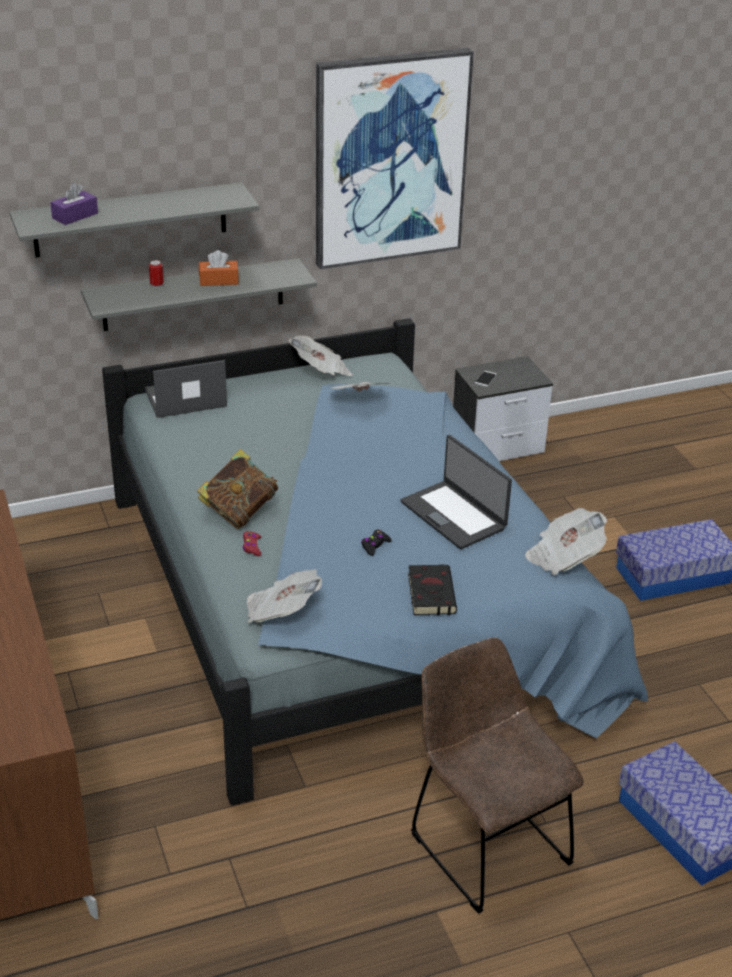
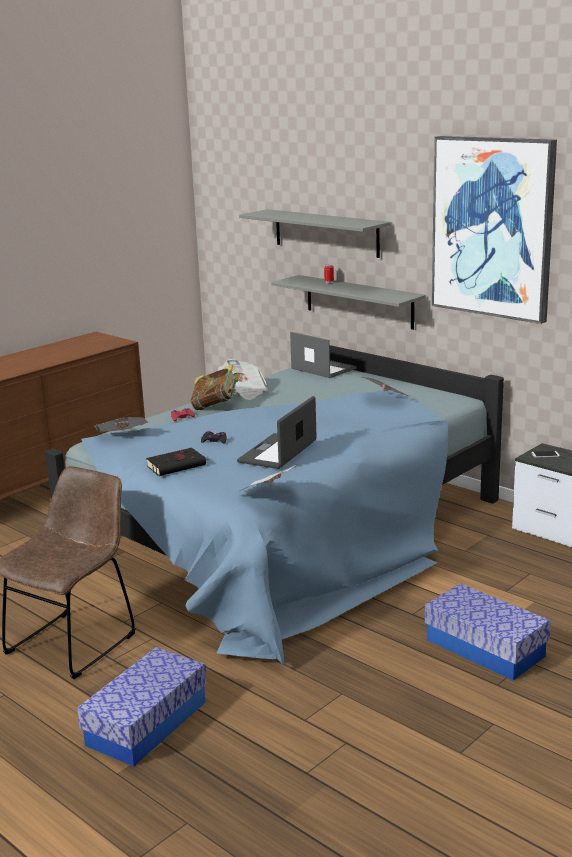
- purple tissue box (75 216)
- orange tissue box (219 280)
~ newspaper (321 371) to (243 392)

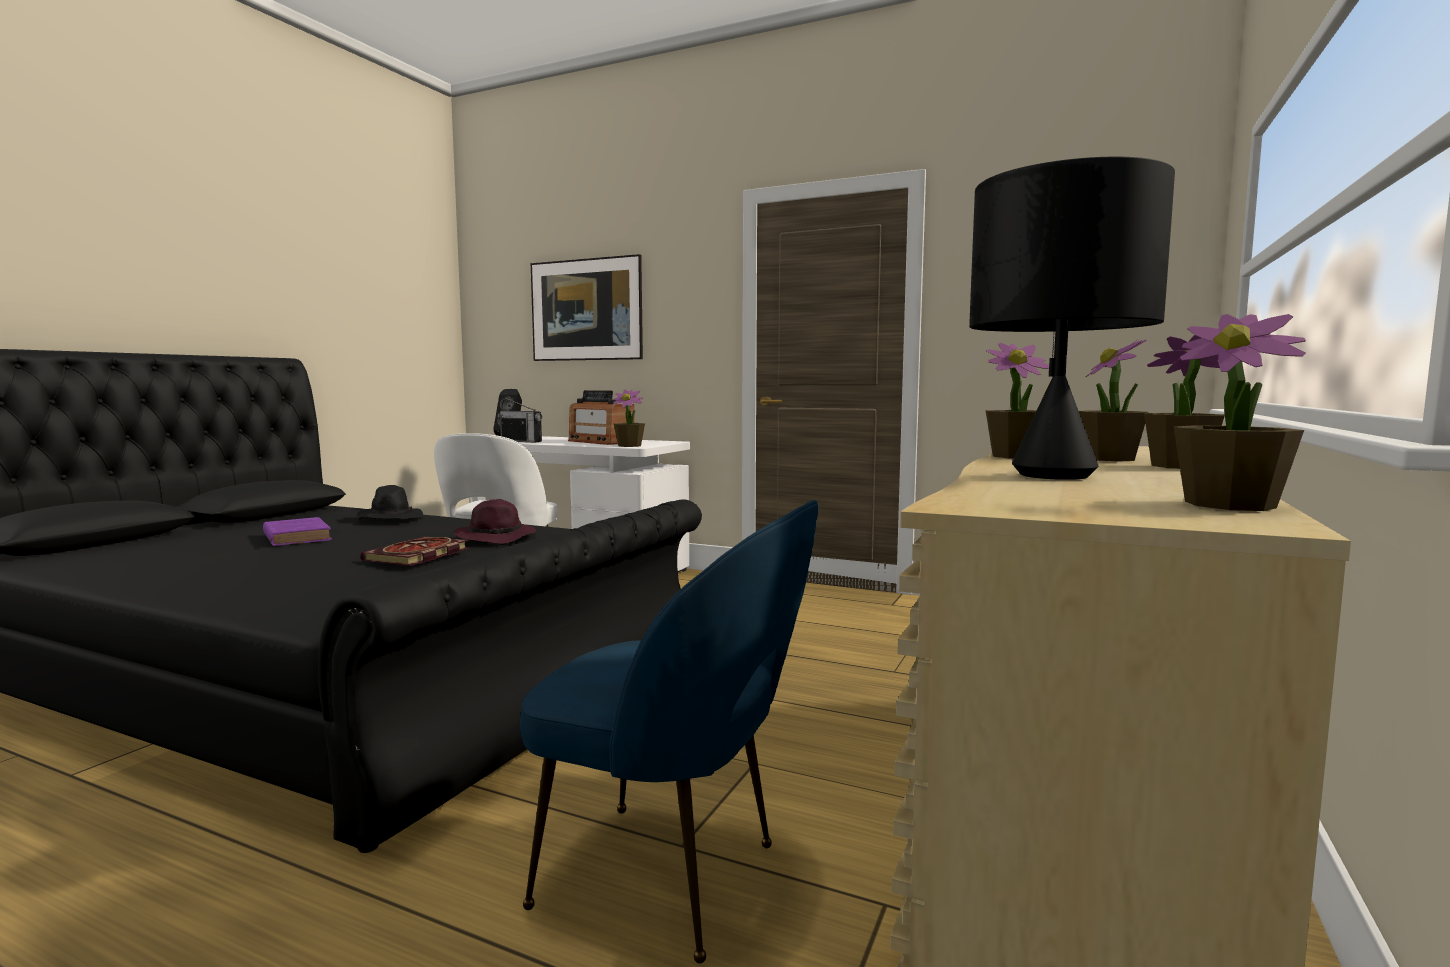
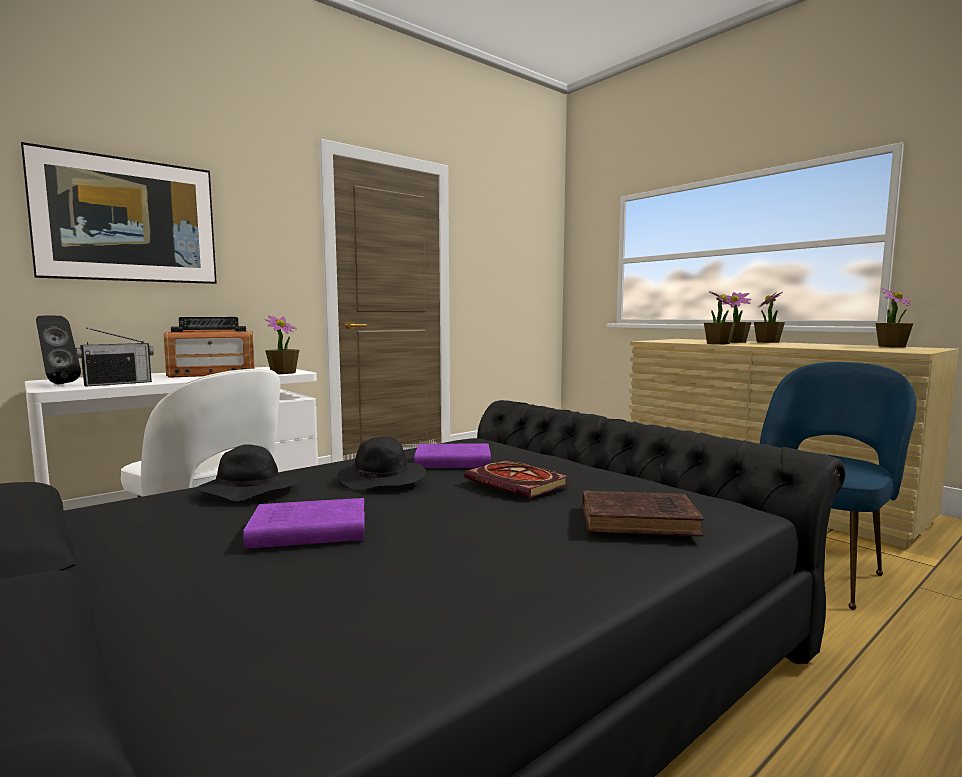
- black table lamp (1053 475)
+ black hat (382 480)
+ brown book (641 520)
~ purple hat (497 537) to purple book (450 461)

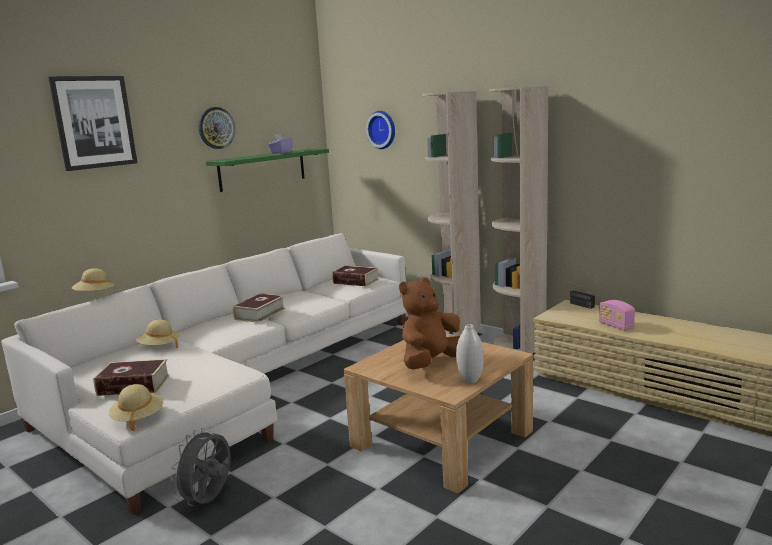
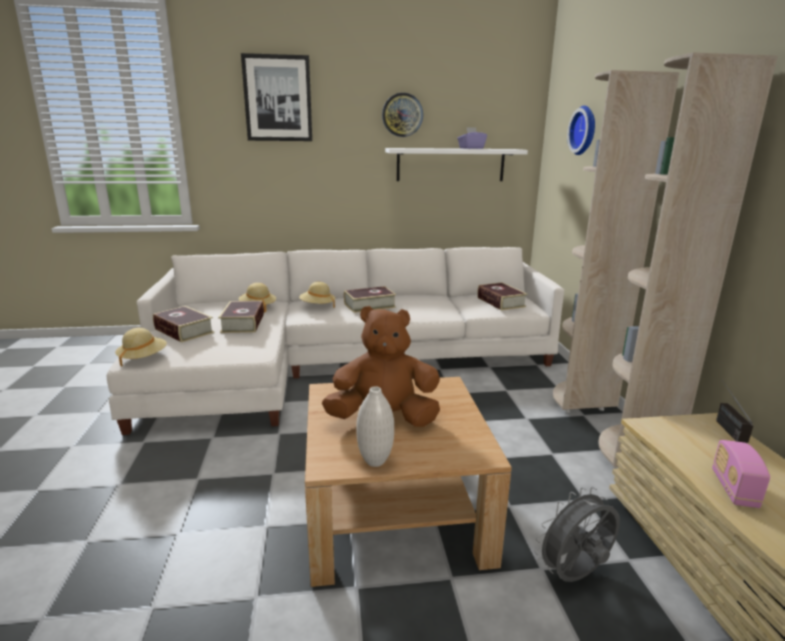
+ book (243 323)
~ beige hat (95 295) to (317 306)
~ grey fan (209 500) to (574 576)
~ green shelf (262 169) to white shelf (450 164)

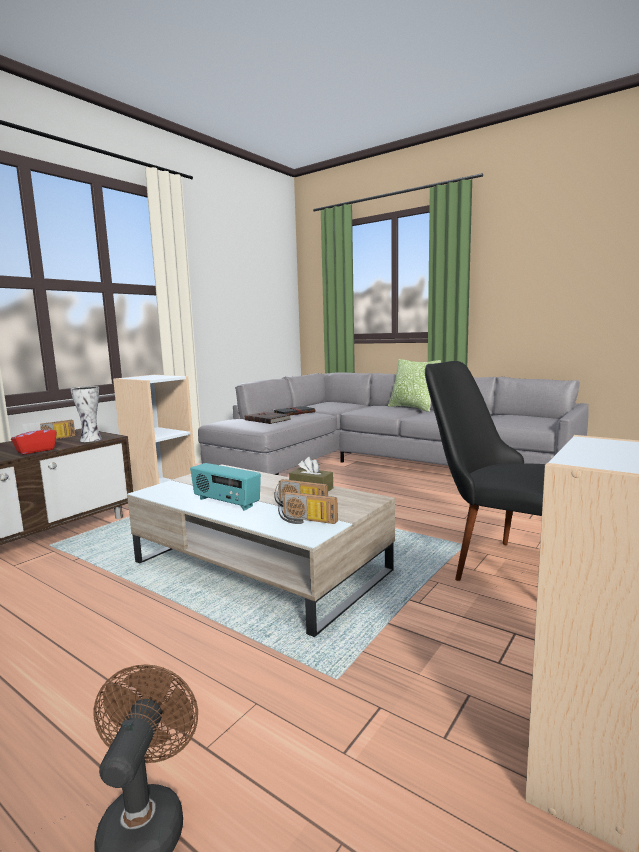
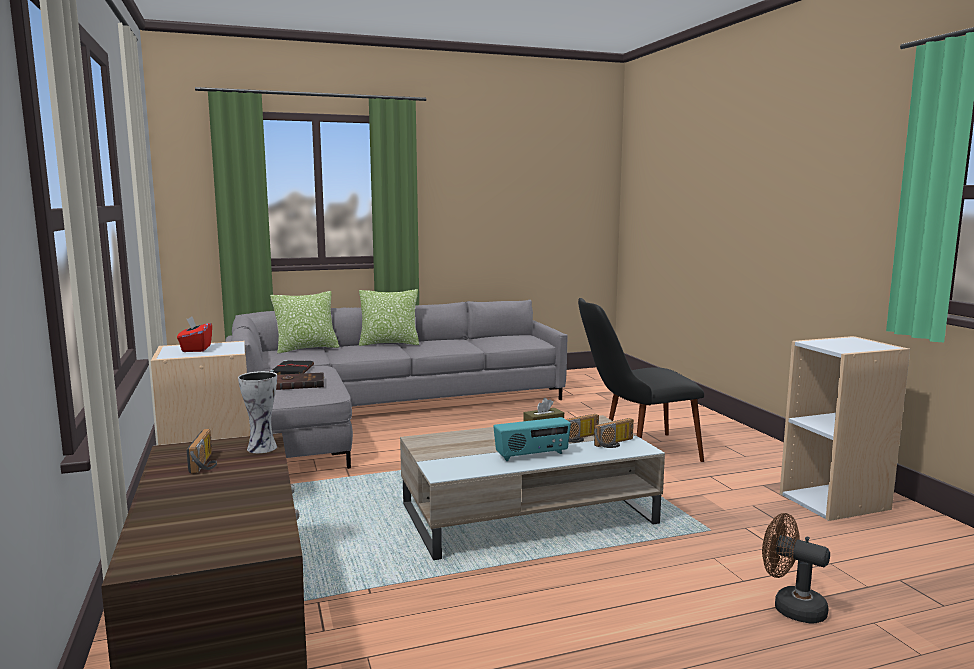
+ pillow (306 349)
~ red tissue box (35 450) to (196 349)

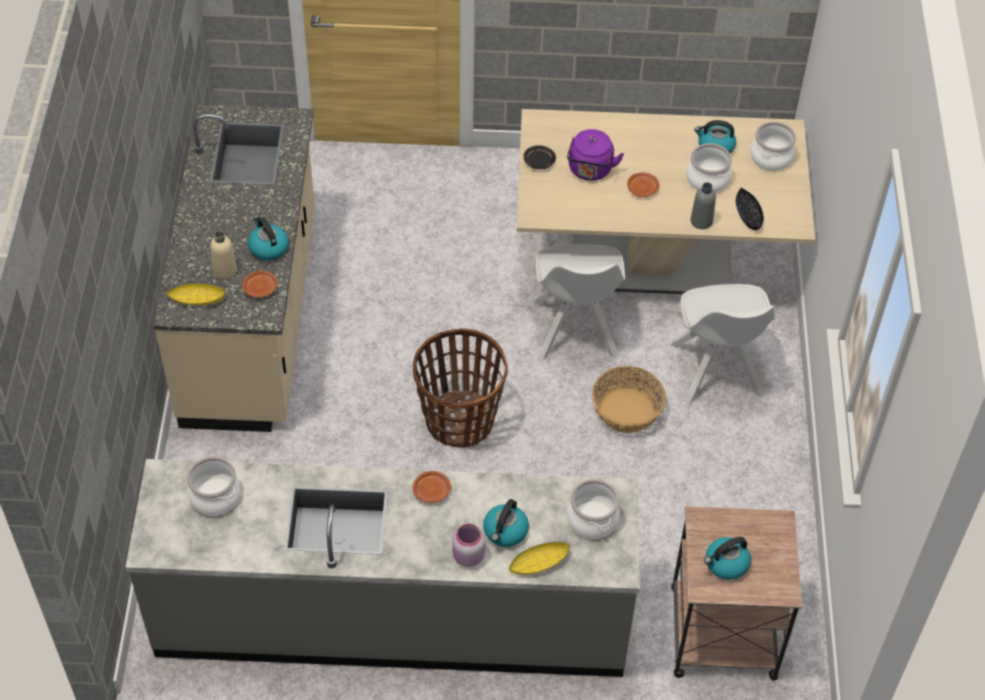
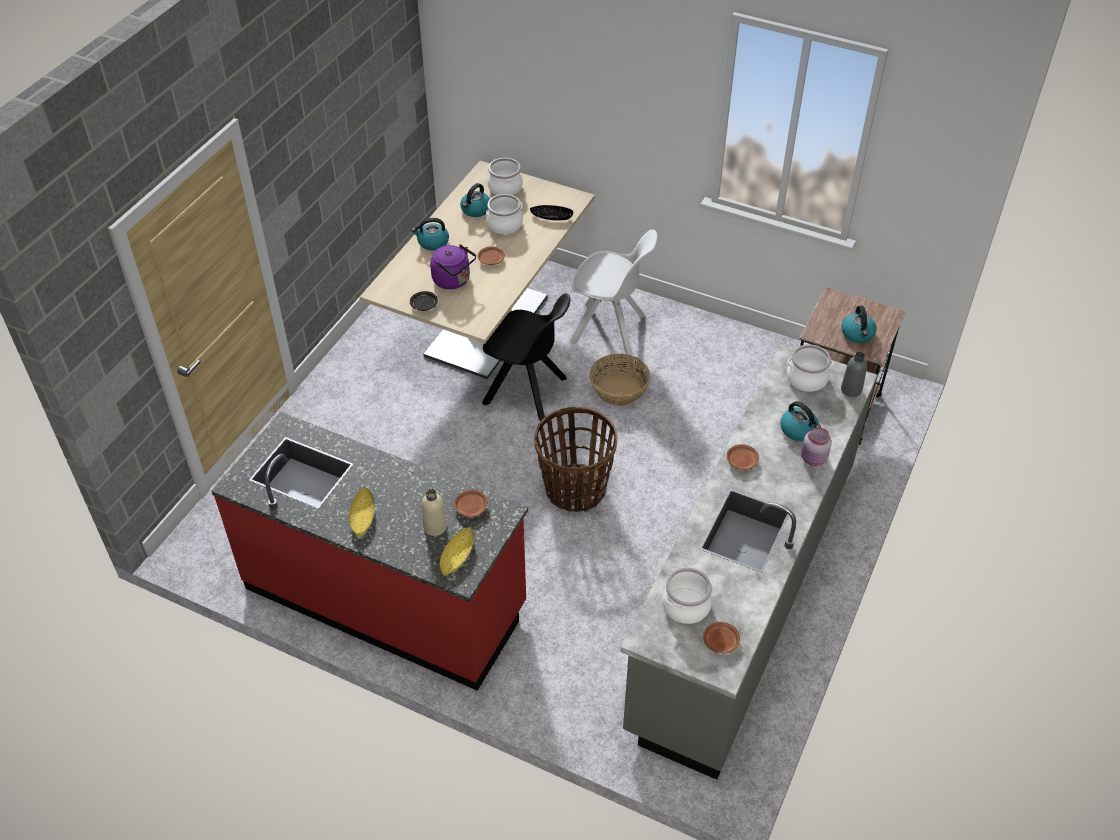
+ brown plate (720 642)
~ kettle (268 247) to (432 242)
~ yellow bowl (538 563) to (362 517)
~ grey bottle (701 221) to (851 389)
~ beige counter (253 319) to red counter (386 597)
~ white chair (575 330) to black chair (526 391)

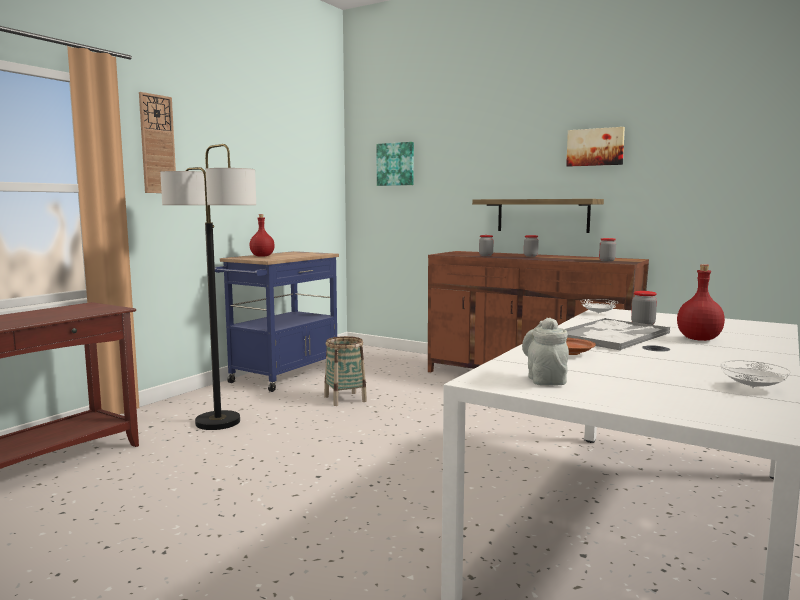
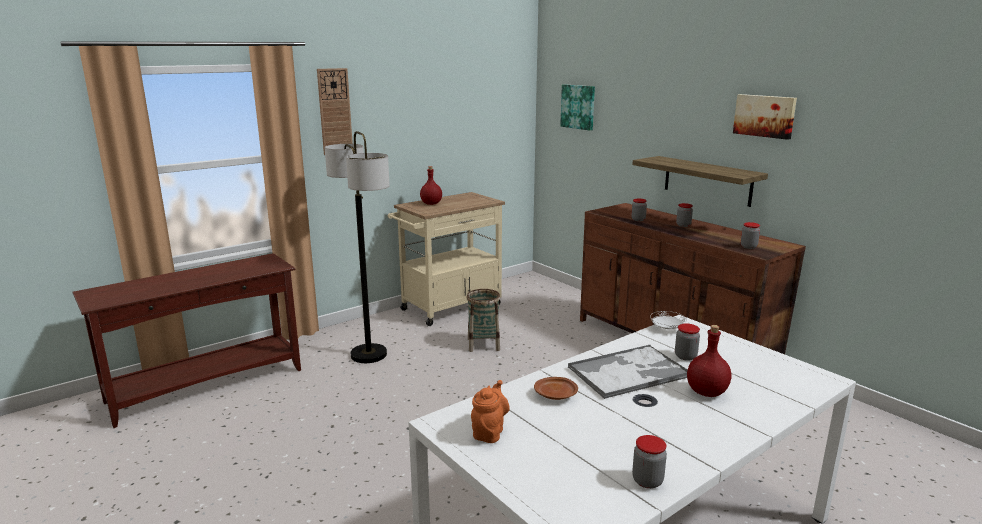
~ white plate (753 388) to jar (647 481)
~ blue cart (282 376) to beige cart (448 308)
~ grey teapot (545 379) to orange teapot (489 432)

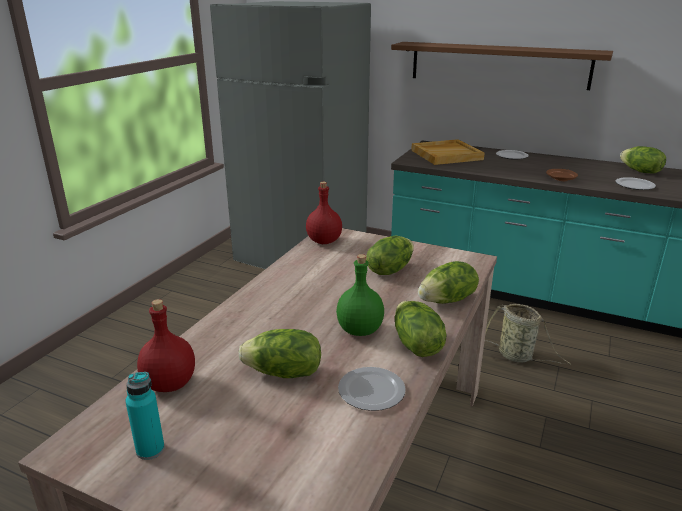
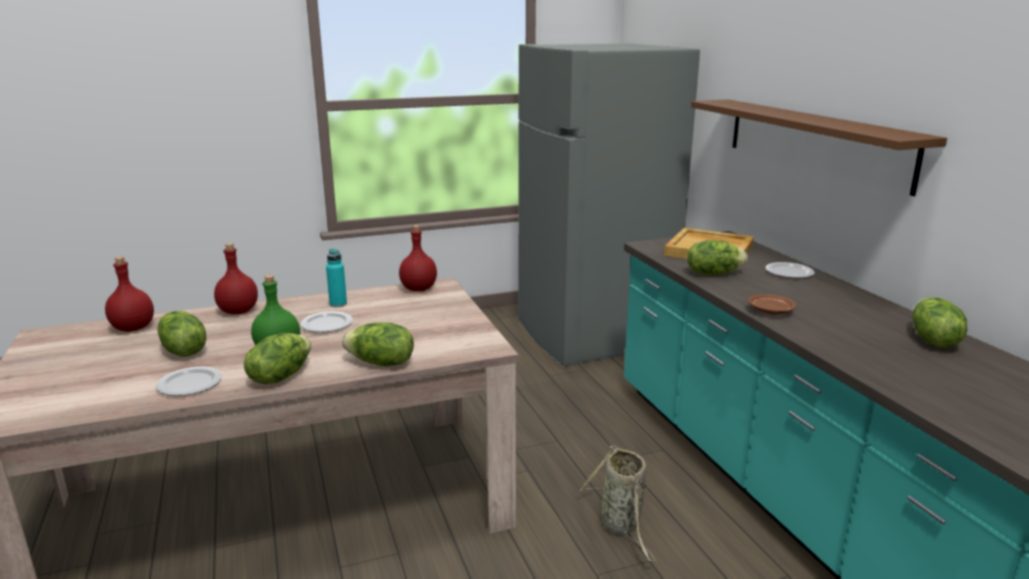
+ red bottle (239 311)
~ turquoise bottle (150 449) to (338 304)
~ lettuce (389 270) to (713 273)
~ plate (634 185) to (326 324)

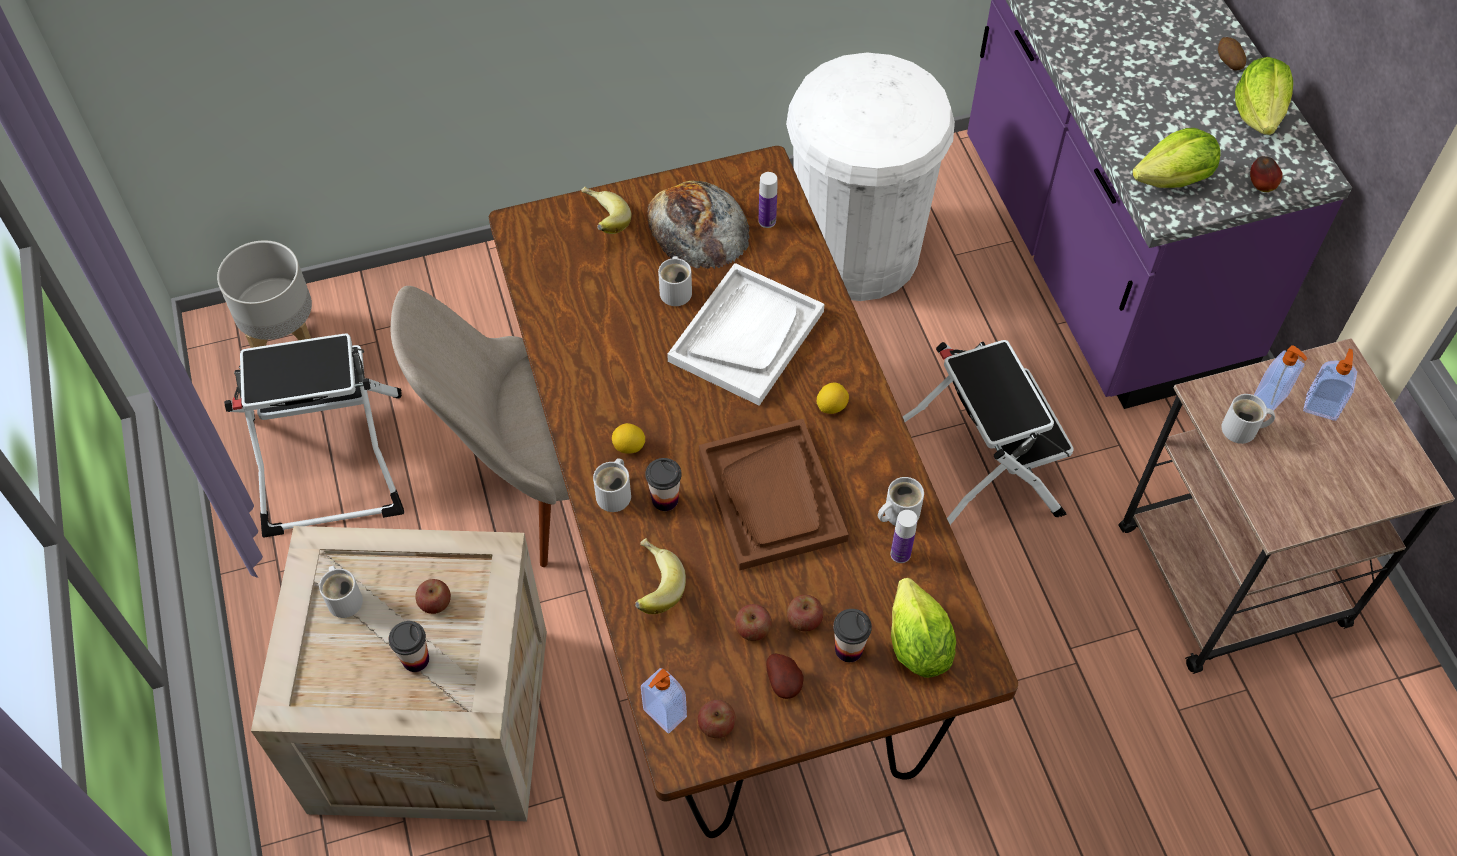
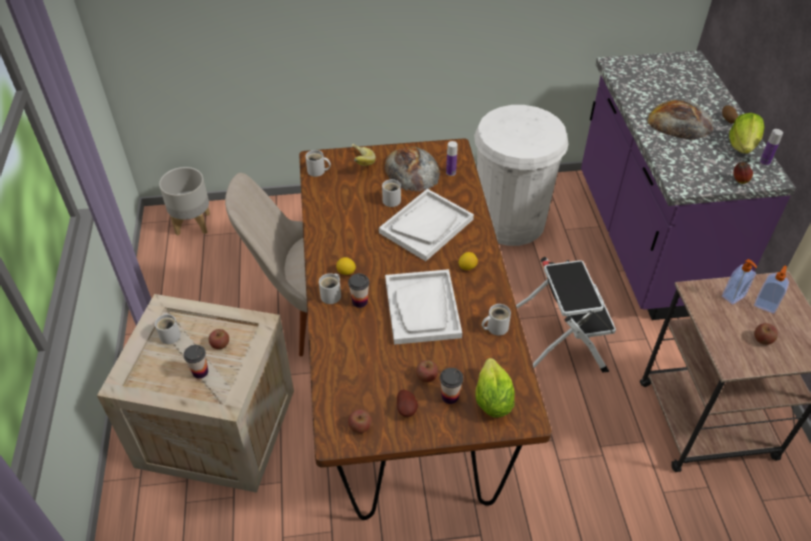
- step ladder (329 458)
- banana (652 586)
- soap dispenser (664 714)
- lettuce (1174 180)
+ bread (680 122)
~ apple (753 629) to (762 339)
~ bottle (900 554) to (764 162)
~ white mug (1242 430) to (317 171)
~ brown tray (772 496) to white tray (422 308)

